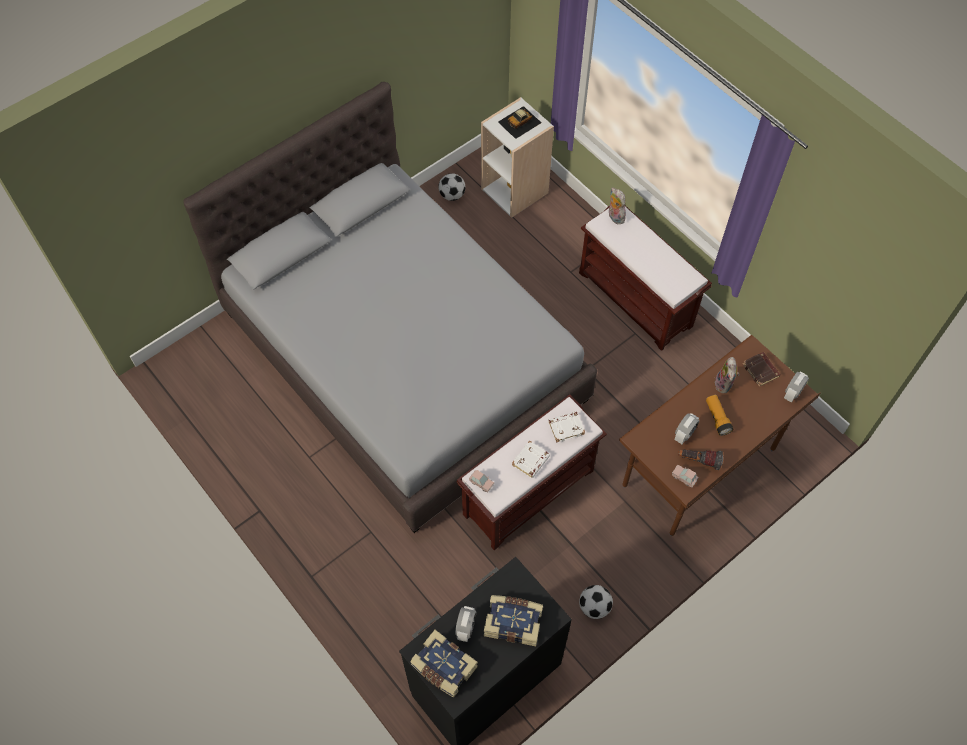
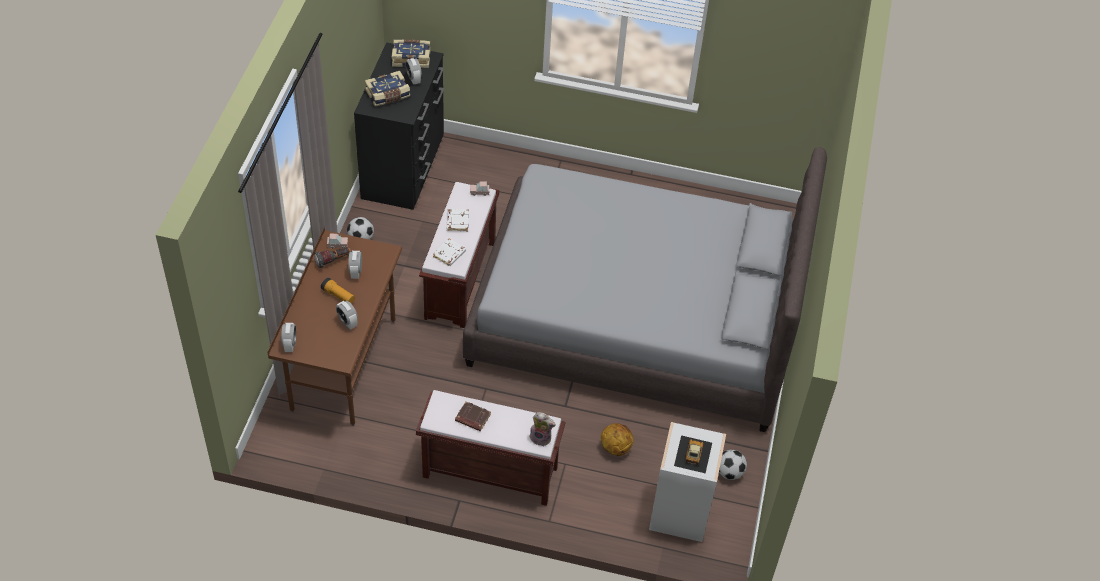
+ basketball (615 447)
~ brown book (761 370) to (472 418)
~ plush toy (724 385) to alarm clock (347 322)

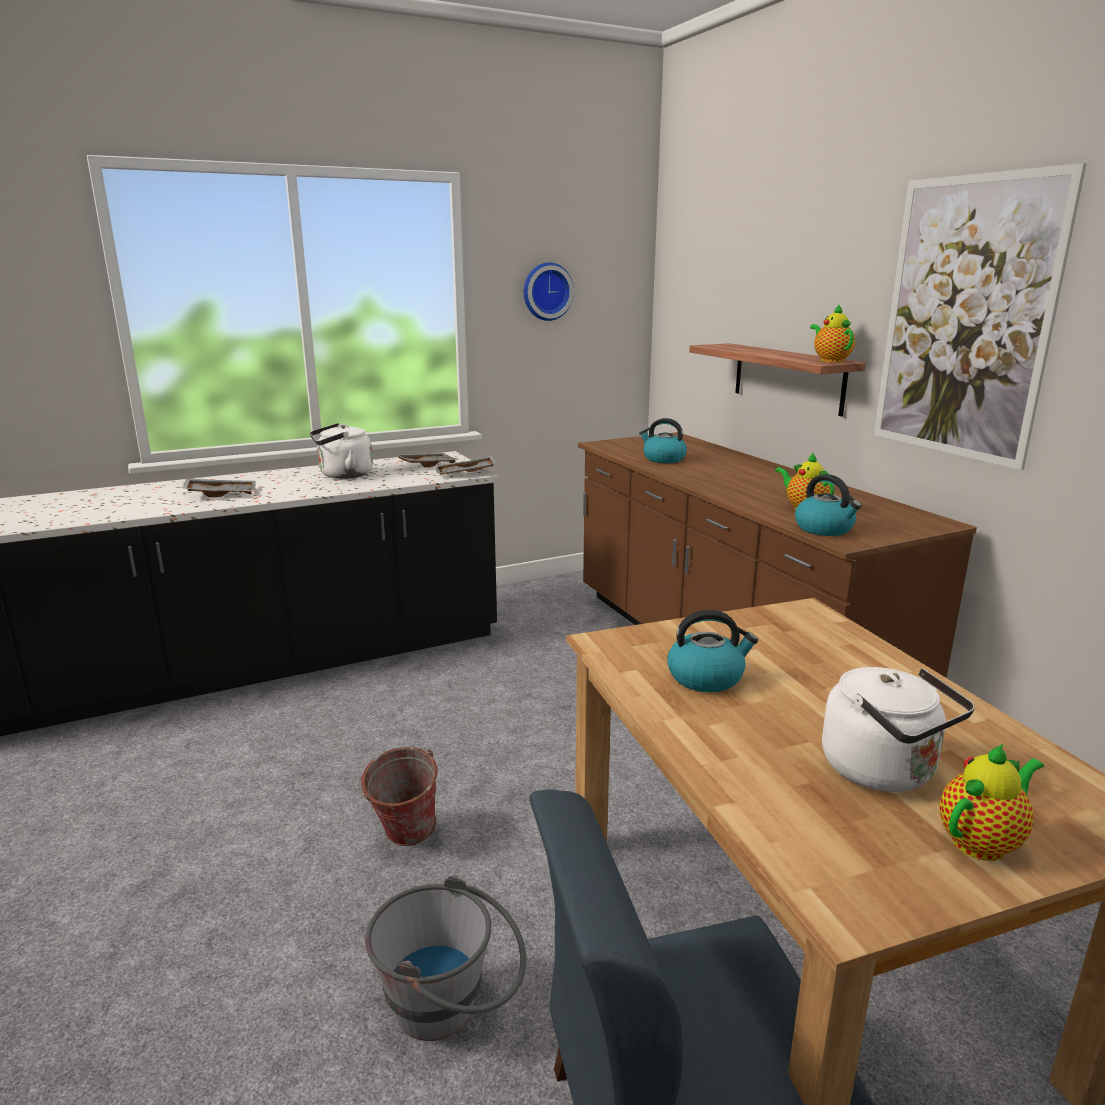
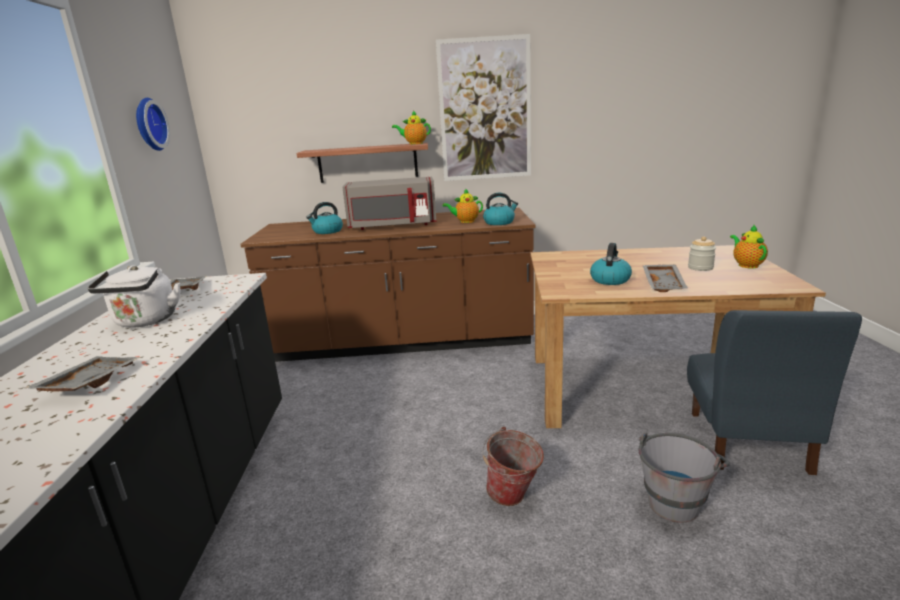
+ grey microwave (392 225)
~ grey tray (465 474) to (664 284)
~ white kettle (884 772) to jar (700 268)

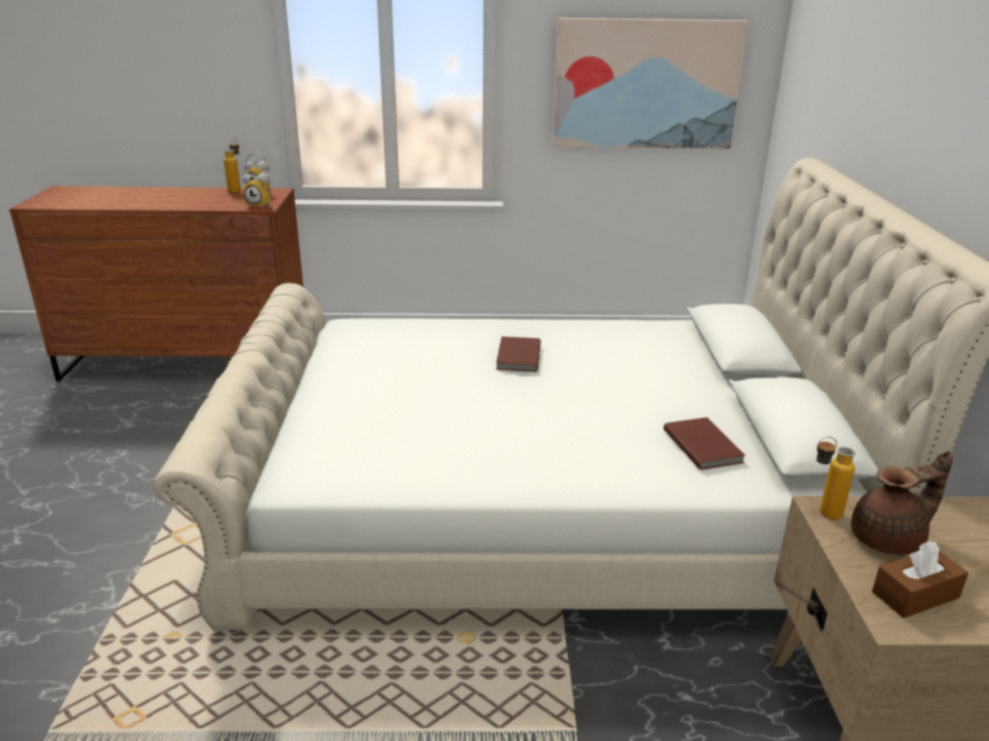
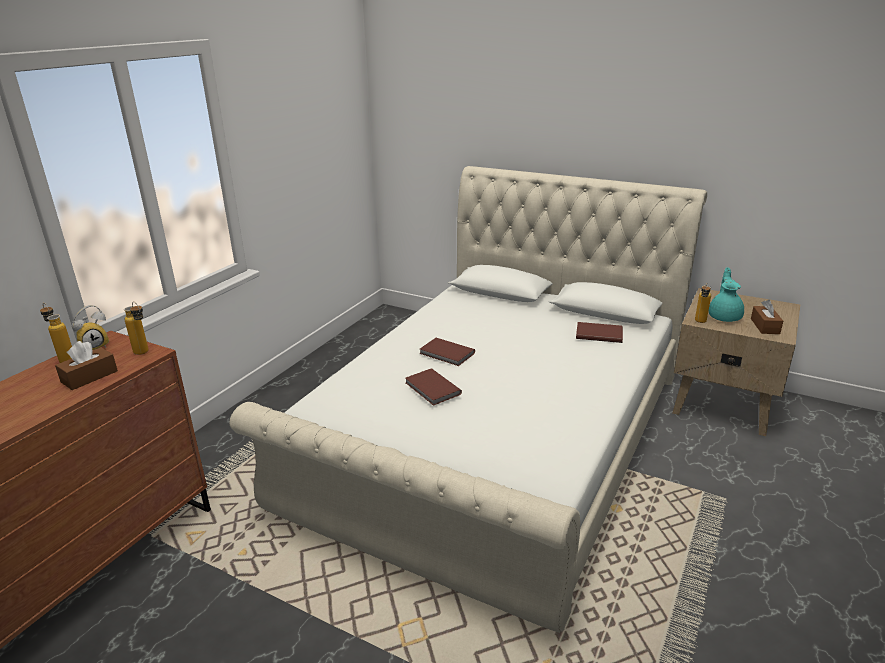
- picture (645 84)
+ brown tissue box (89 376)
+ brown book (432 389)
~ alarm clock (261 205) to bottle (144 353)
~ brown teapot (889 539) to turquoise teapot (724 316)

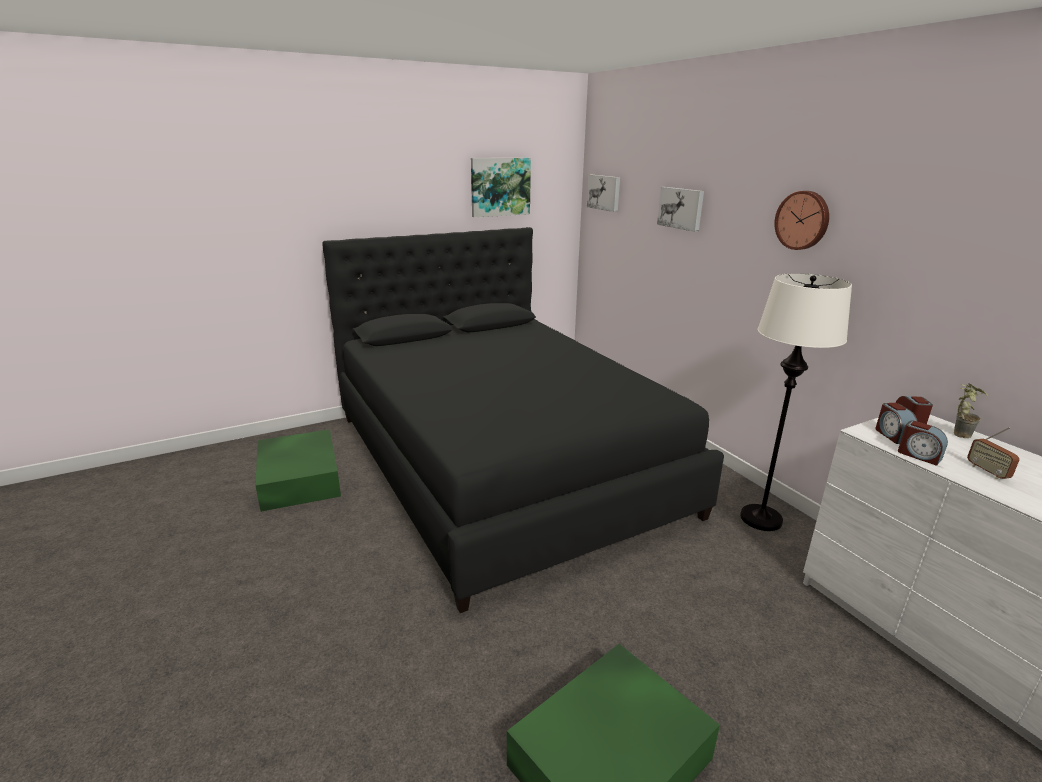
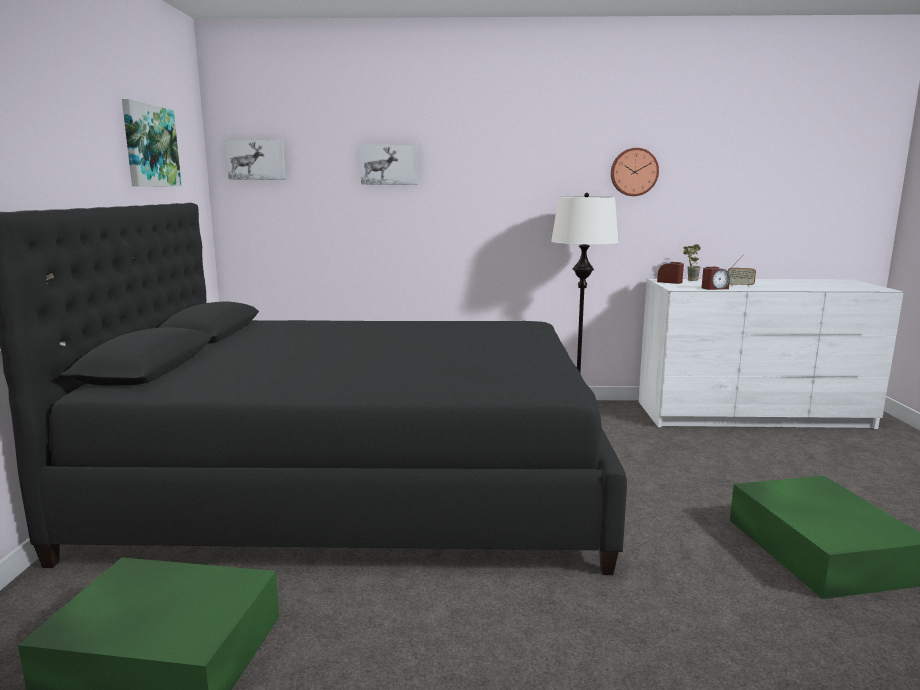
- alarm clock (892 435)
~ wall clock (803 220) to (634 172)

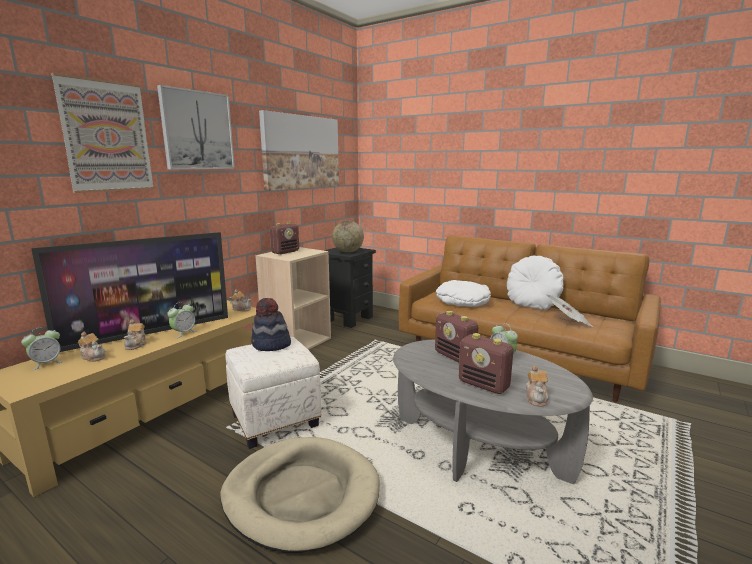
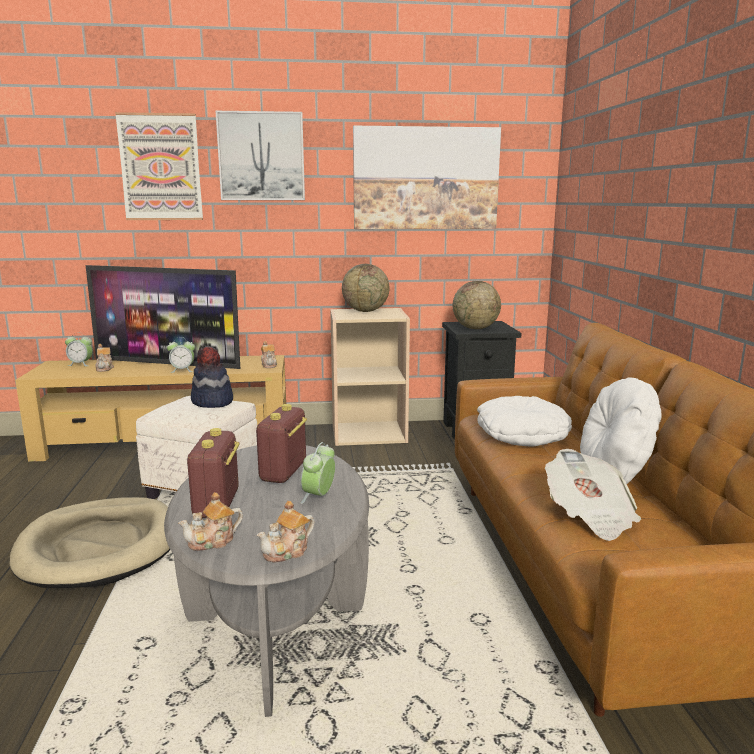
~ teapot (136 345) to (287 551)
~ radio (285 252) to globe (365 311)

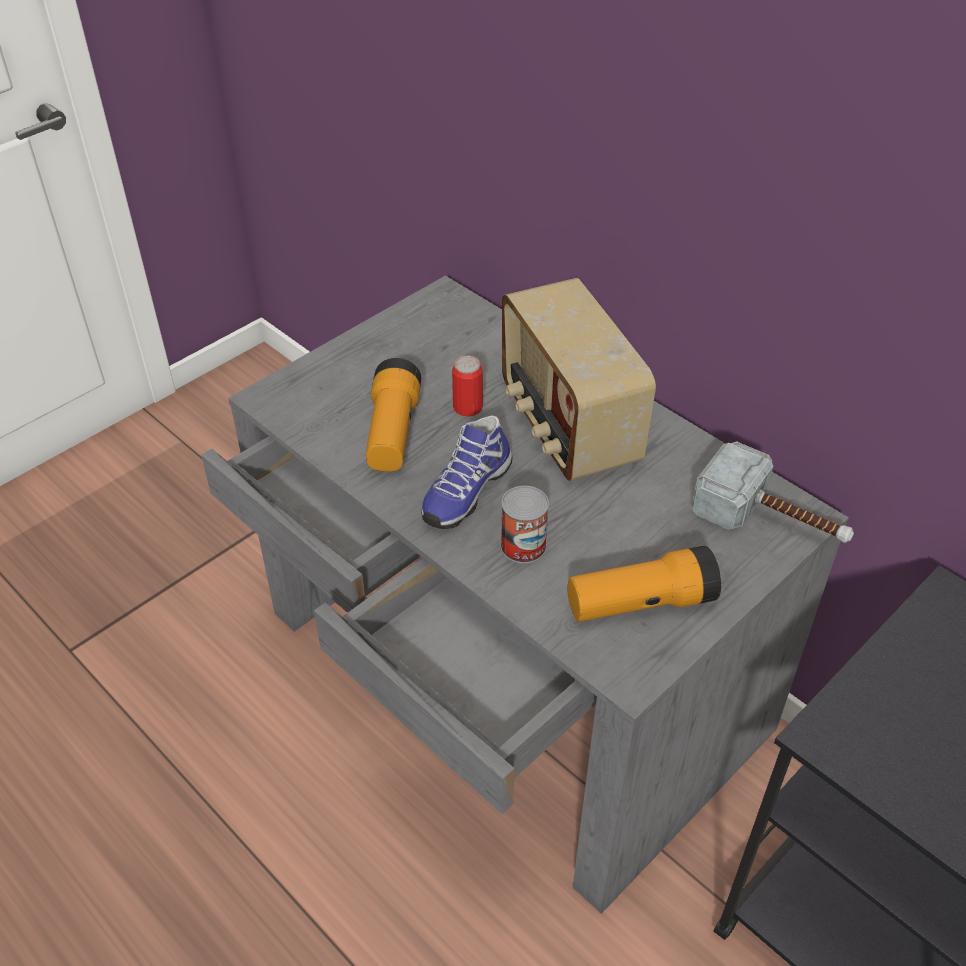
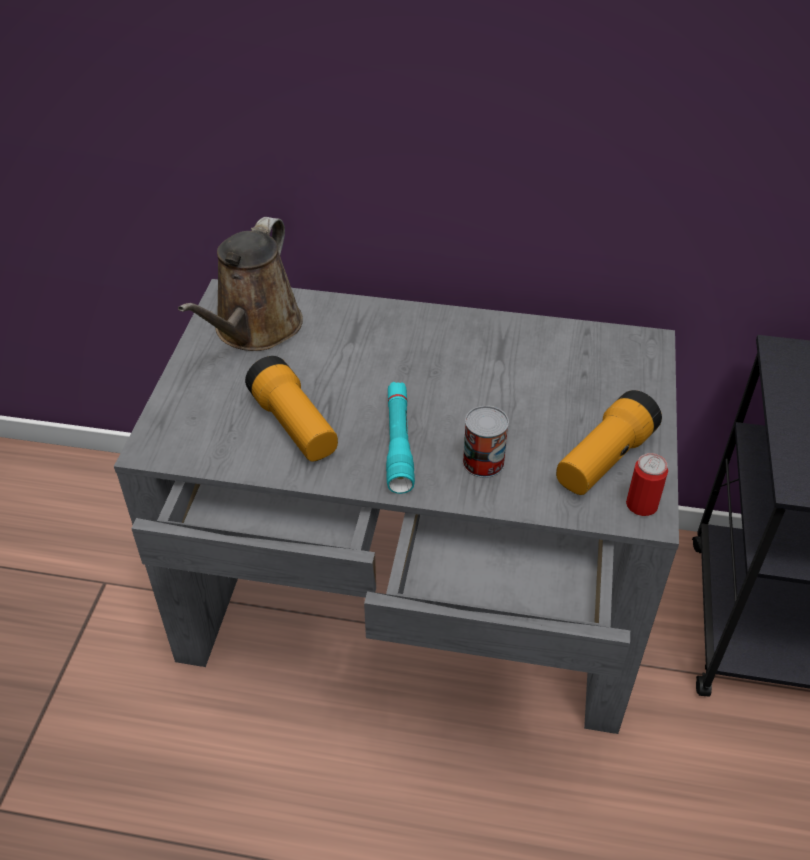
- radio (566 426)
- hammer (771 520)
+ brown watering can (254 329)
~ can (467 407) to (641 505)
~ shoe (465 491) to turquoise flashlight (398 443)

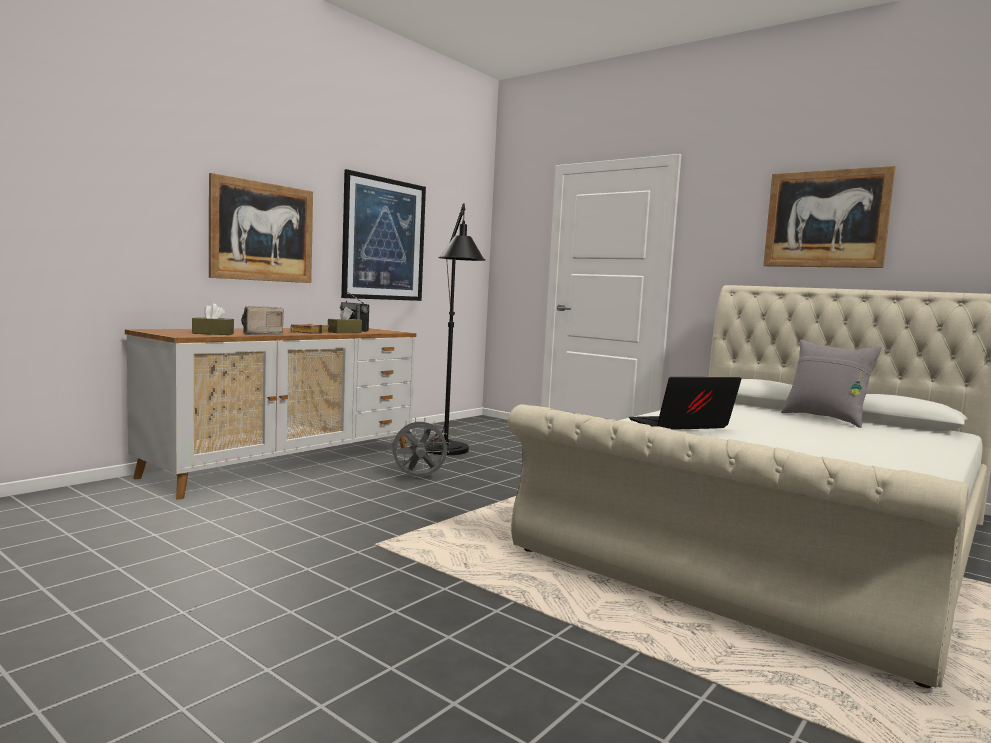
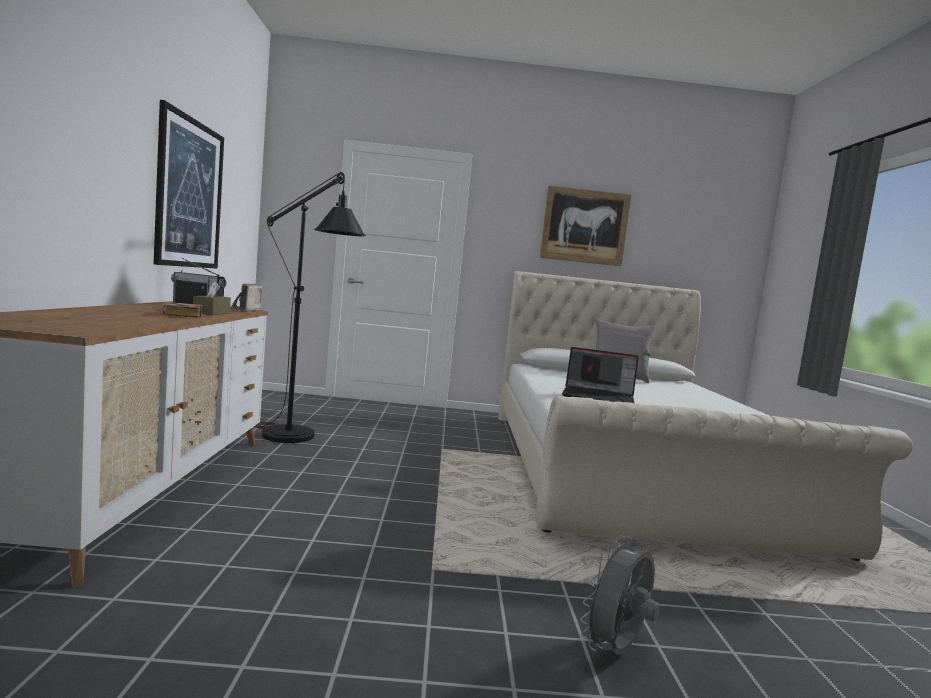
- brown tissue box (213 333)
- picture (262 232)
~ radio (259 333) to (243 310)
~ grey fan (418 478) to (616 651)
~ laptop (680 426) = (599 397) 105 degrees counterclockwise

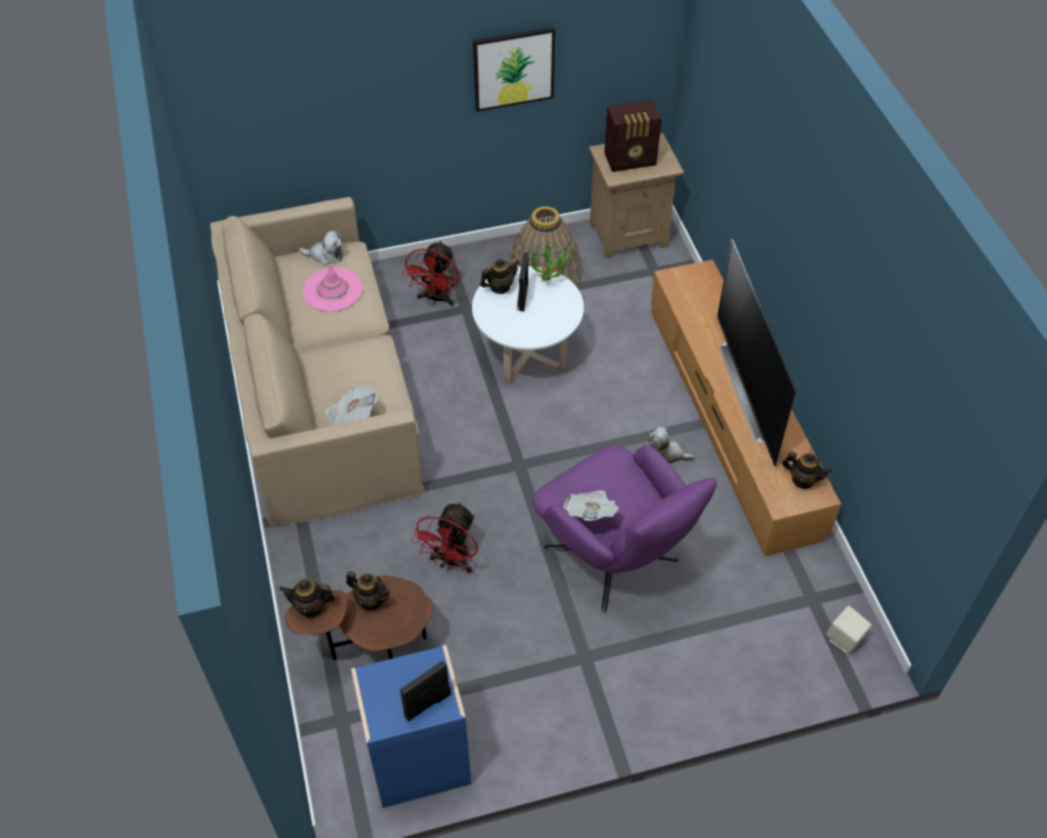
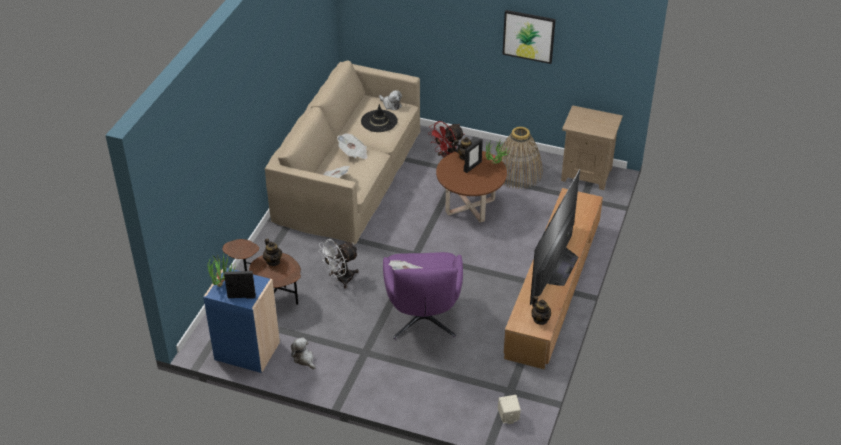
- teapot (310 607)
- radio (631 160)
+ potted plant (222 283)
+ newspaper (353 153)
~ plush toy (666 454) to (304 359)
~ pink hat (332 290) to black hat (379 121)
~ red fan (452 562) to white fan (340 279)
~ white coffee table (527 354) to brown coffee table (470 206)

